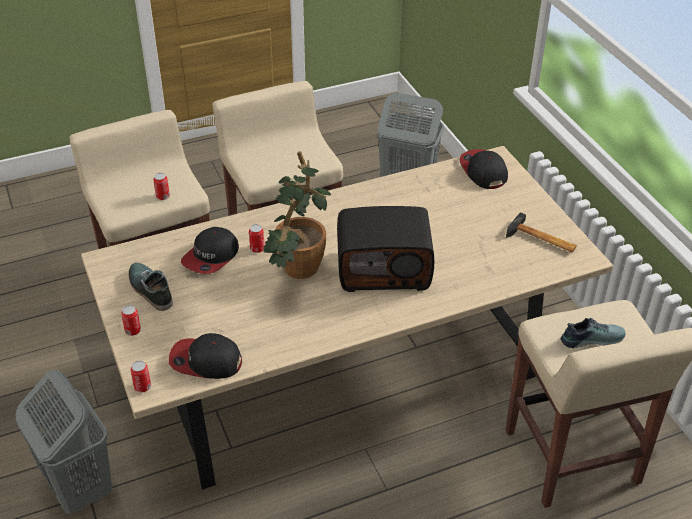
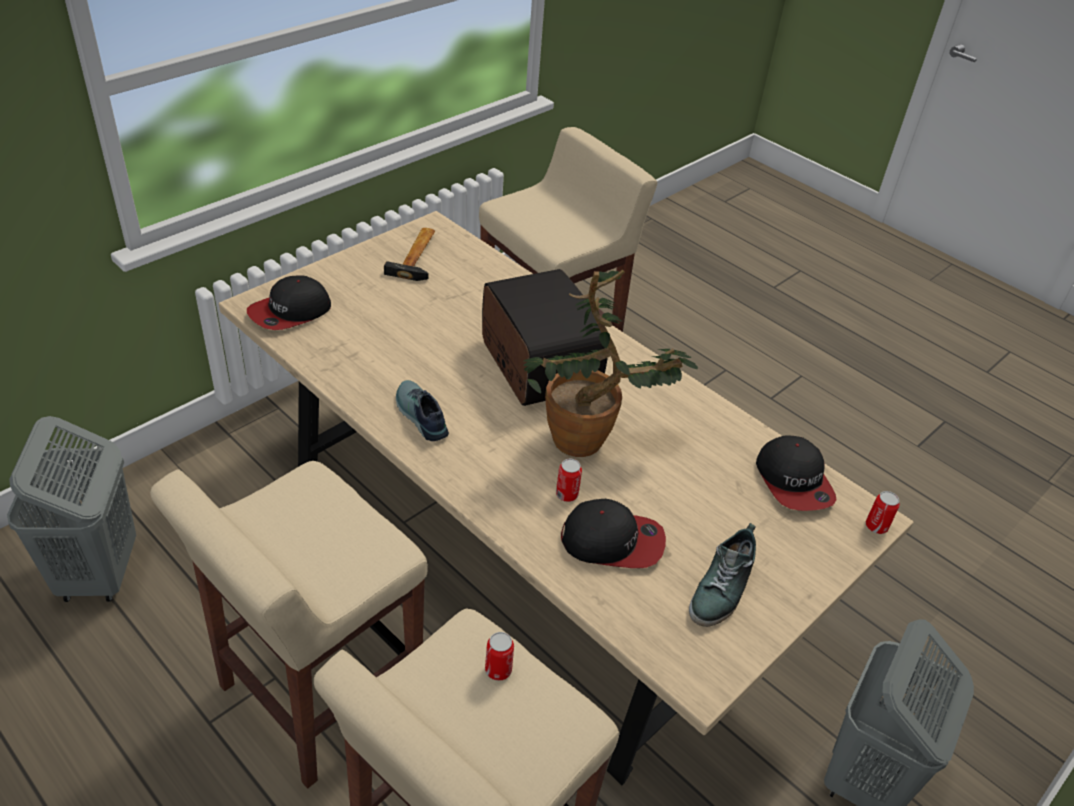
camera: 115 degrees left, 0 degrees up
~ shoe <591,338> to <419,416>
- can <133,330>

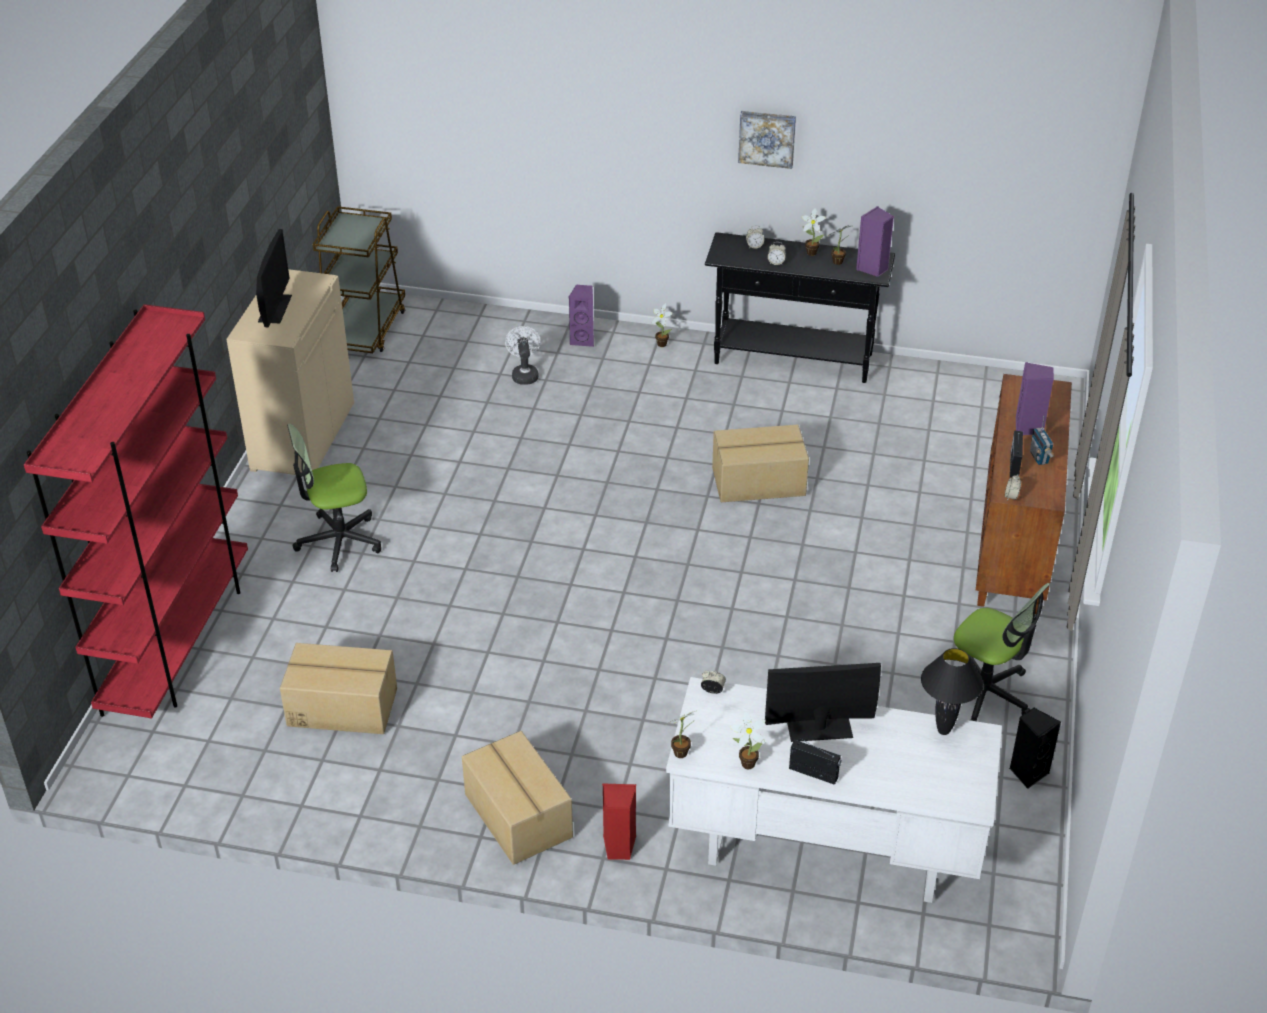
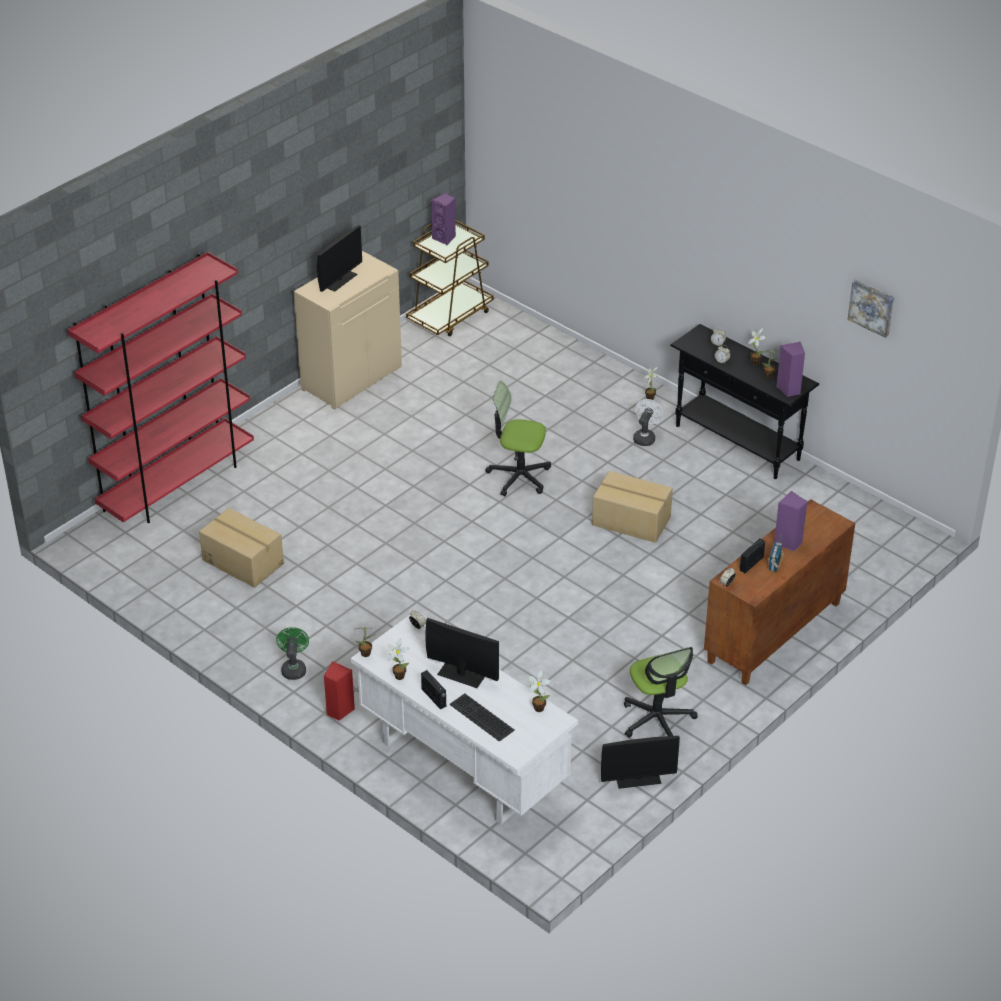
camera: 30 degrees right, 0 degrees up
~ cardboard box <517,816> to fan (green) <294,668>
~ speaker (purple) <583,340> to <445,238>
+ keyboard <480,717>
~ office chair <339,541> to <518,476>
~ table lamp (black) <944,730> to potted plant <538,707>
~ speaker (black) <1028,772> to monitor <638,778>
~ fan (white) <524,374> to <645,437>
~ picture <767,138> to <872,307>

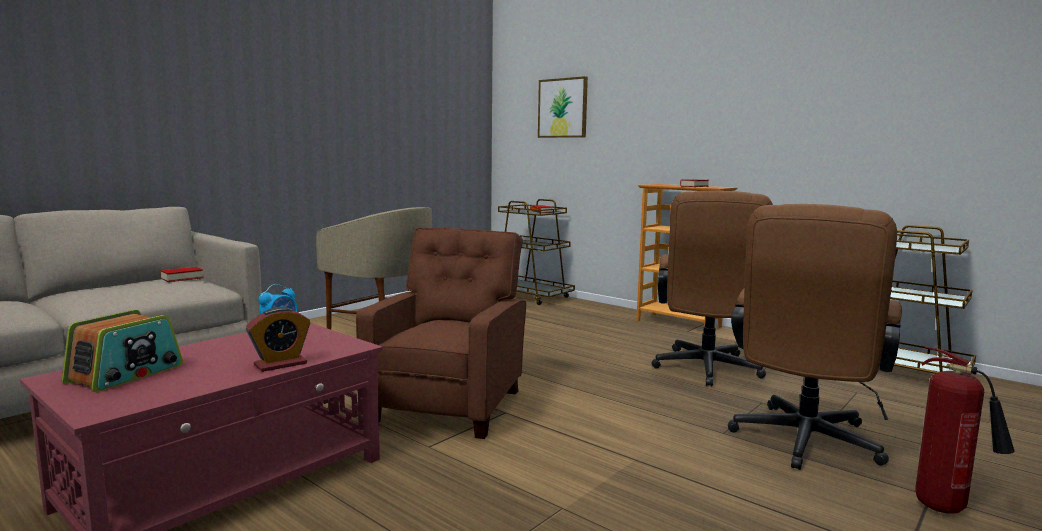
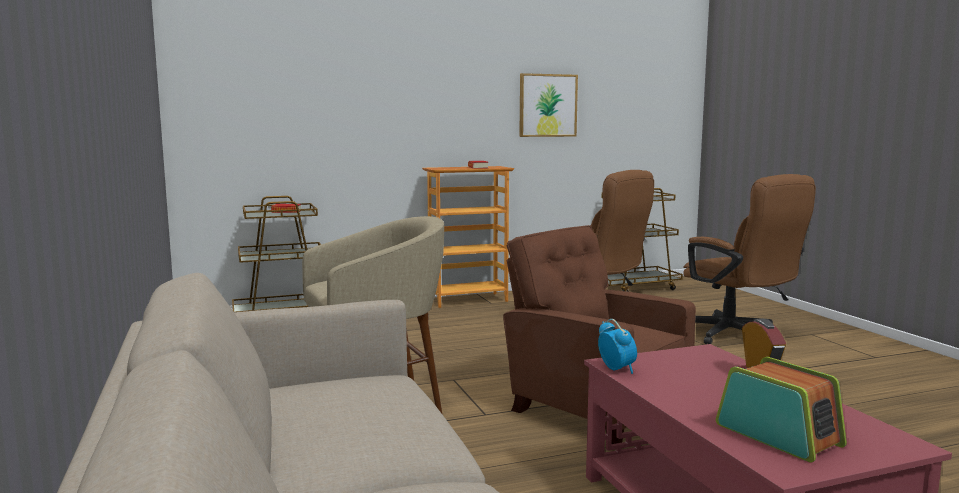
camera: 60 degrees left, 0 degrees up
~ picture <562,108> to <547,105>
- book <182,278>
- fire extinguisher <946,509>

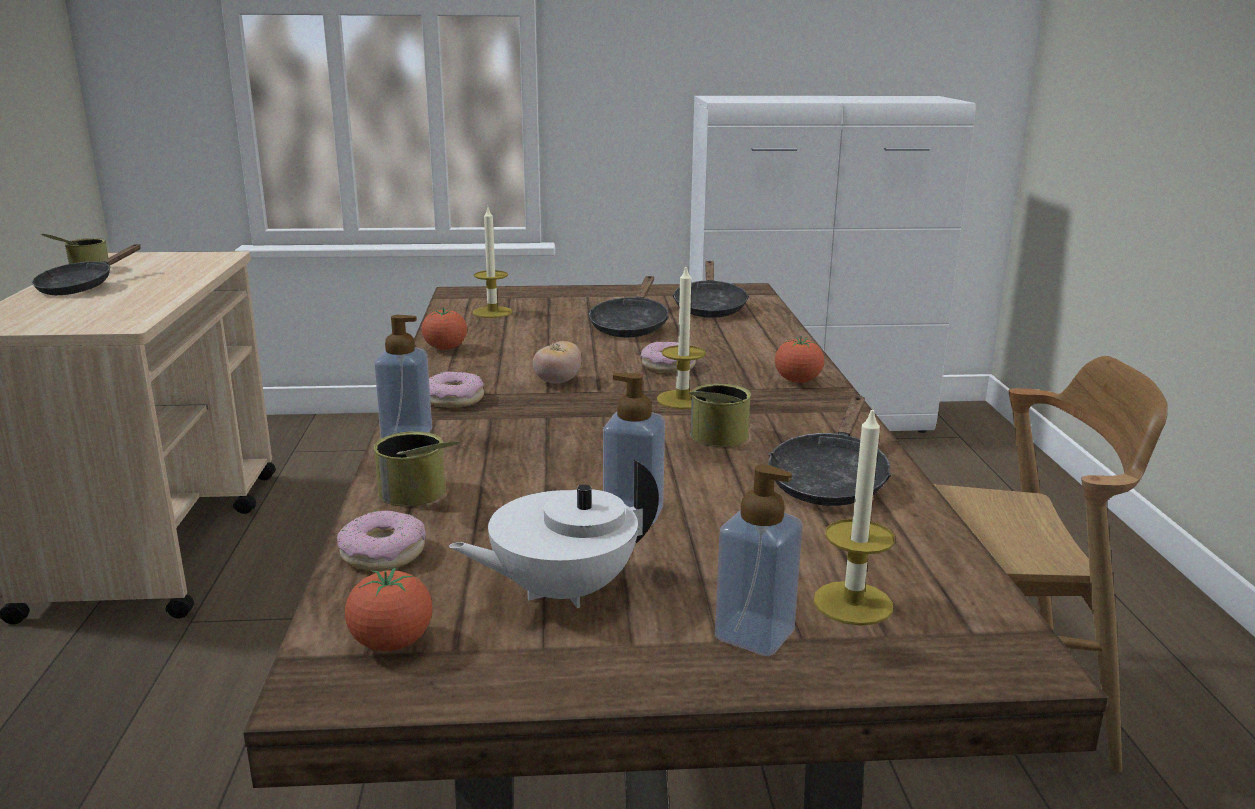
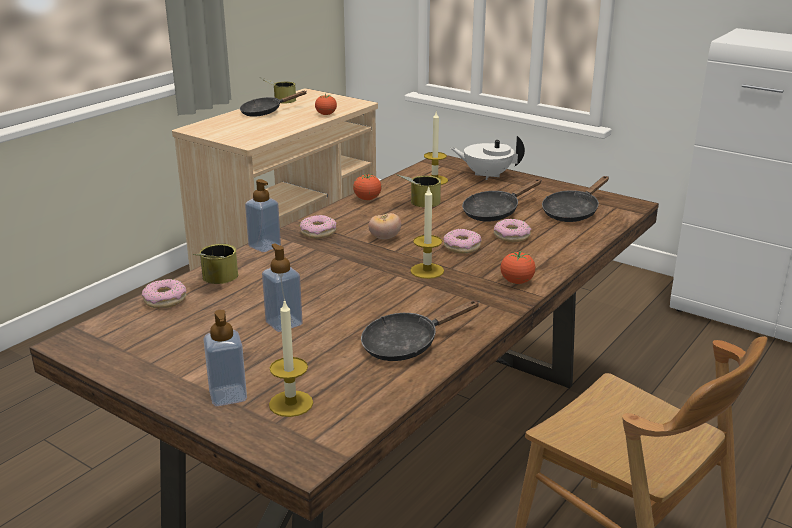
camera: 40 degrees right, 5 degrees up
~ tomato <392,643> to <326,114>
~ can <716,442> to <418,204>
~ teapot (white) <561,591> to <487,175>
+ donut <511,236>

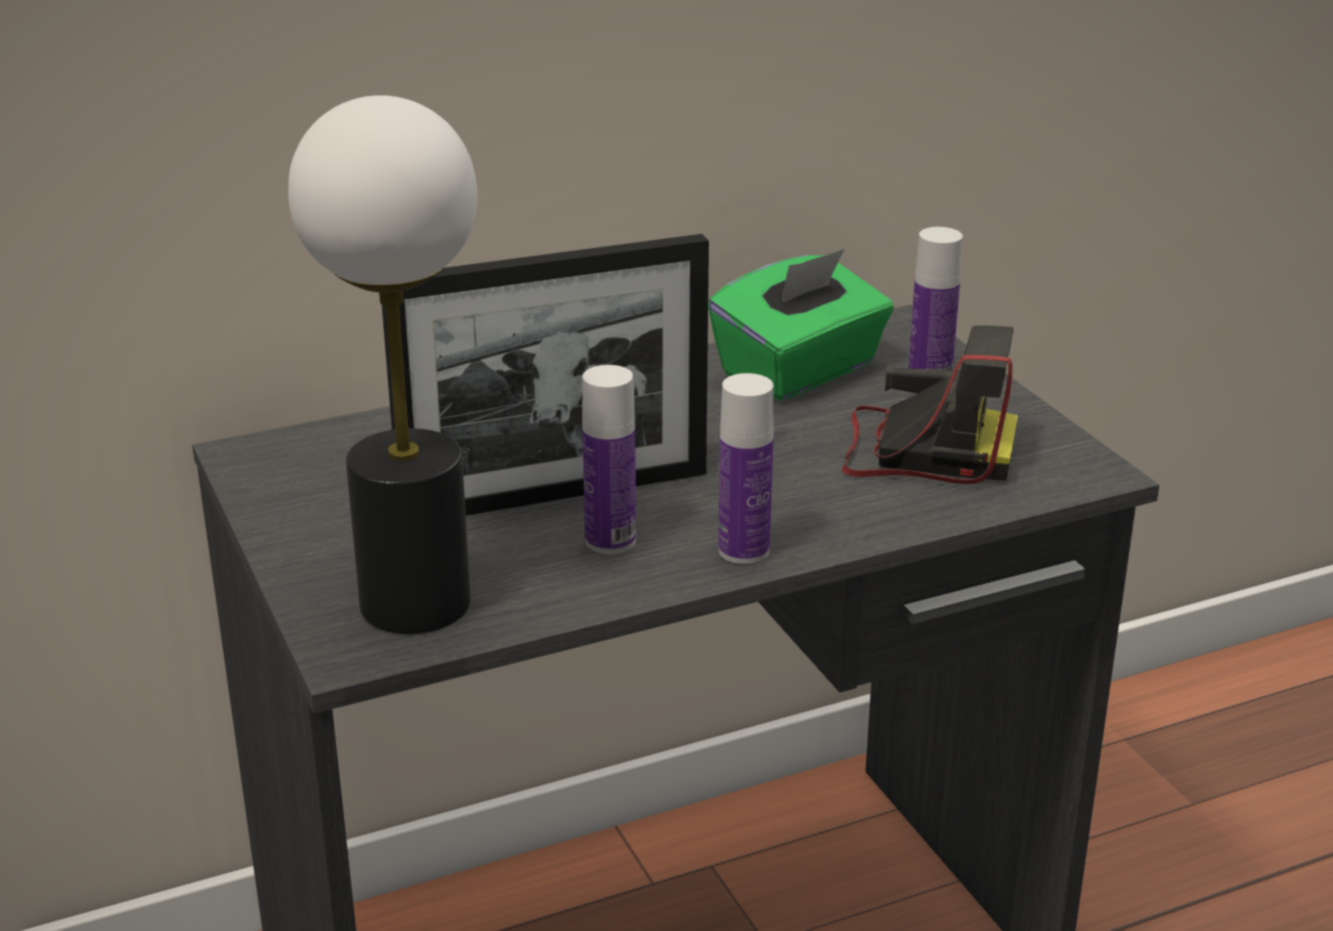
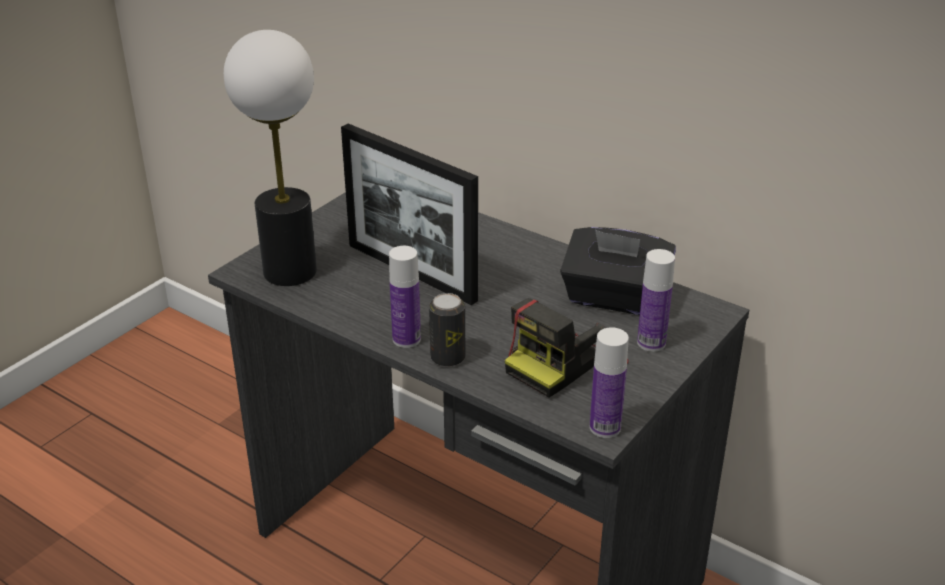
camera: 60 degrees right, 5 degrees up
+ can <448,358>
~ photo camera <922,451> = <564,363> 60 degrees clockwise
~ tissue box (green) <800,371> to tissue box (black) <614,298>
~ bottle <610,541> to <605,427>

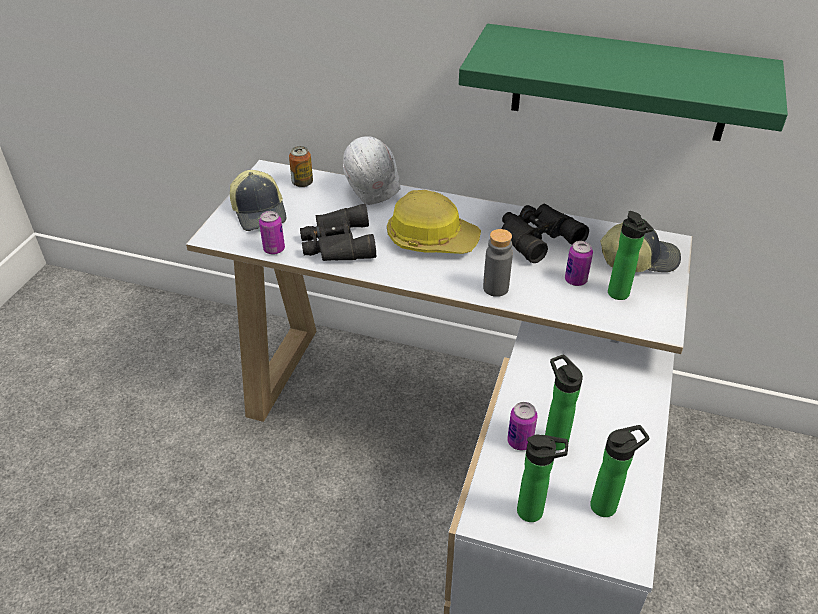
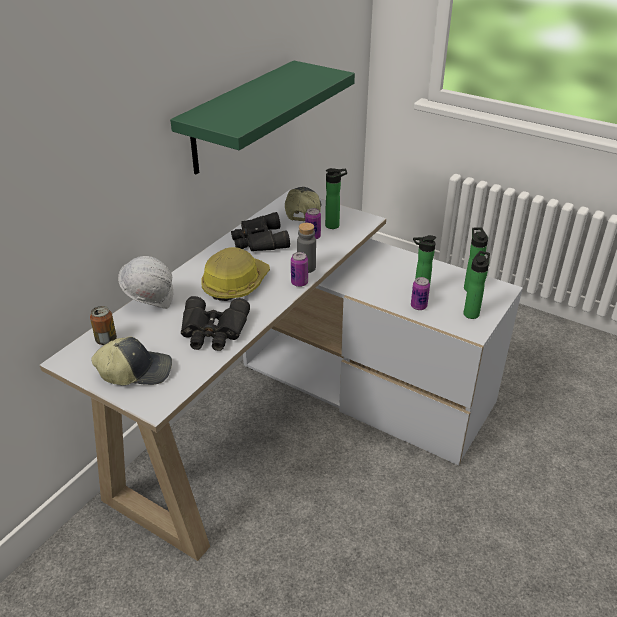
camera: 75 degrees left, 5 degrees down
~ can <274,249> to <299,283>

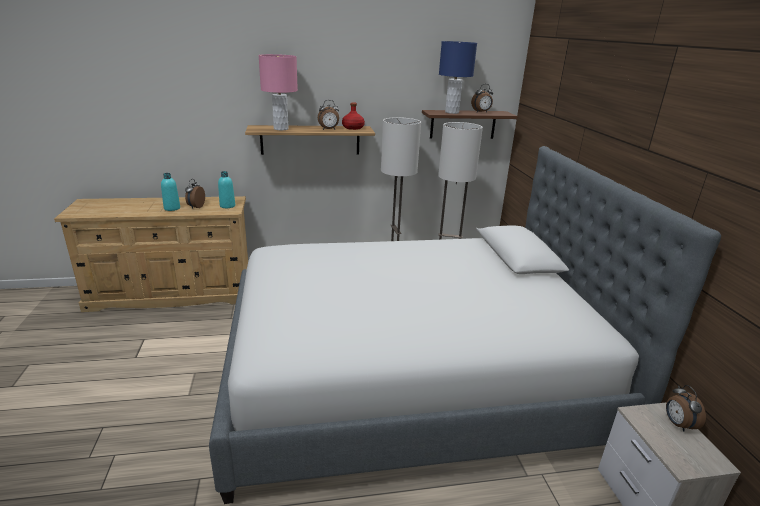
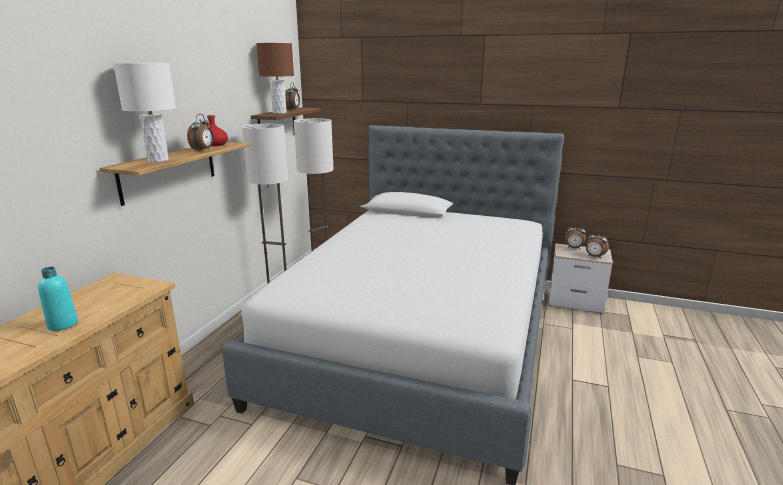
camera: 60 degrees left, 5 degrees down
~ table lamp (pink) <281,129> to table lamp (white) <158,160>
~ table lamp (blue) <451,112> to table lamp (brown) <279,113>
~ alarm clock <195,207> to <594,256>
- bottle (turquoise) <227,206>

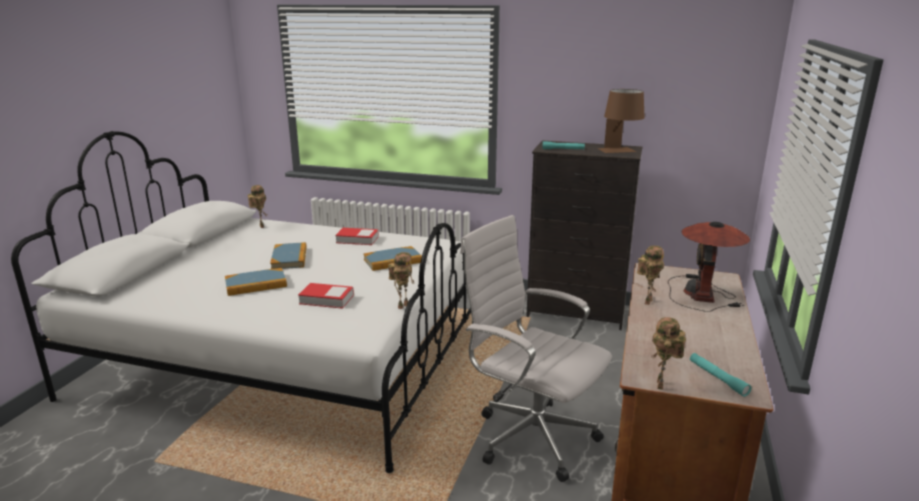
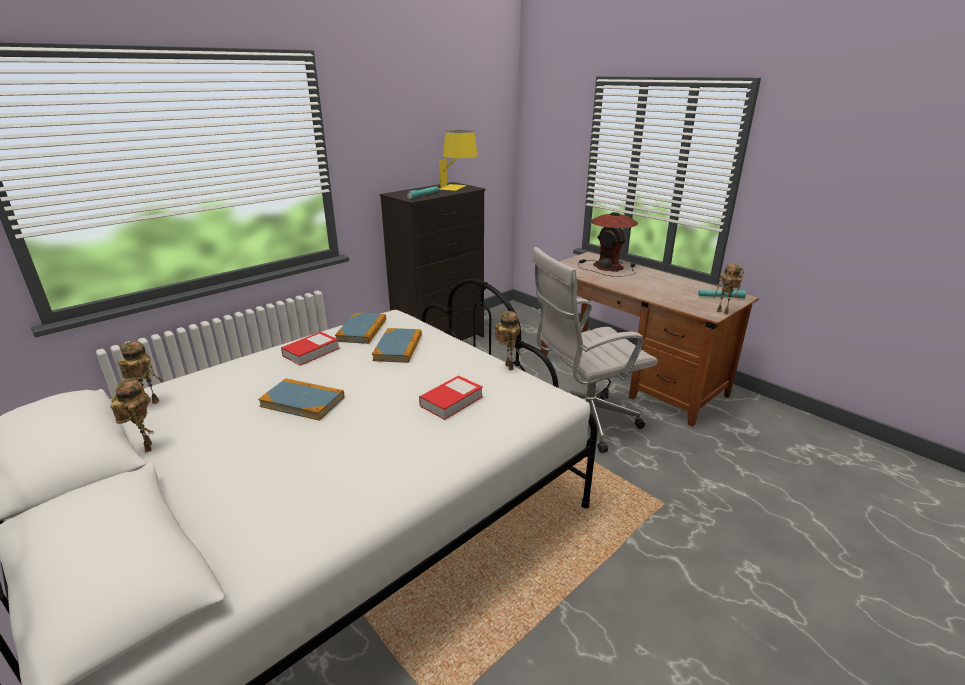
camera: 60 degrees left, 5 degrees up
~ toy robot <647,301> to <146,447>
~ book <256,284> to <362,330>
~ table lamp (brown) <620,151> to table lamp (yellow) <458,187>

